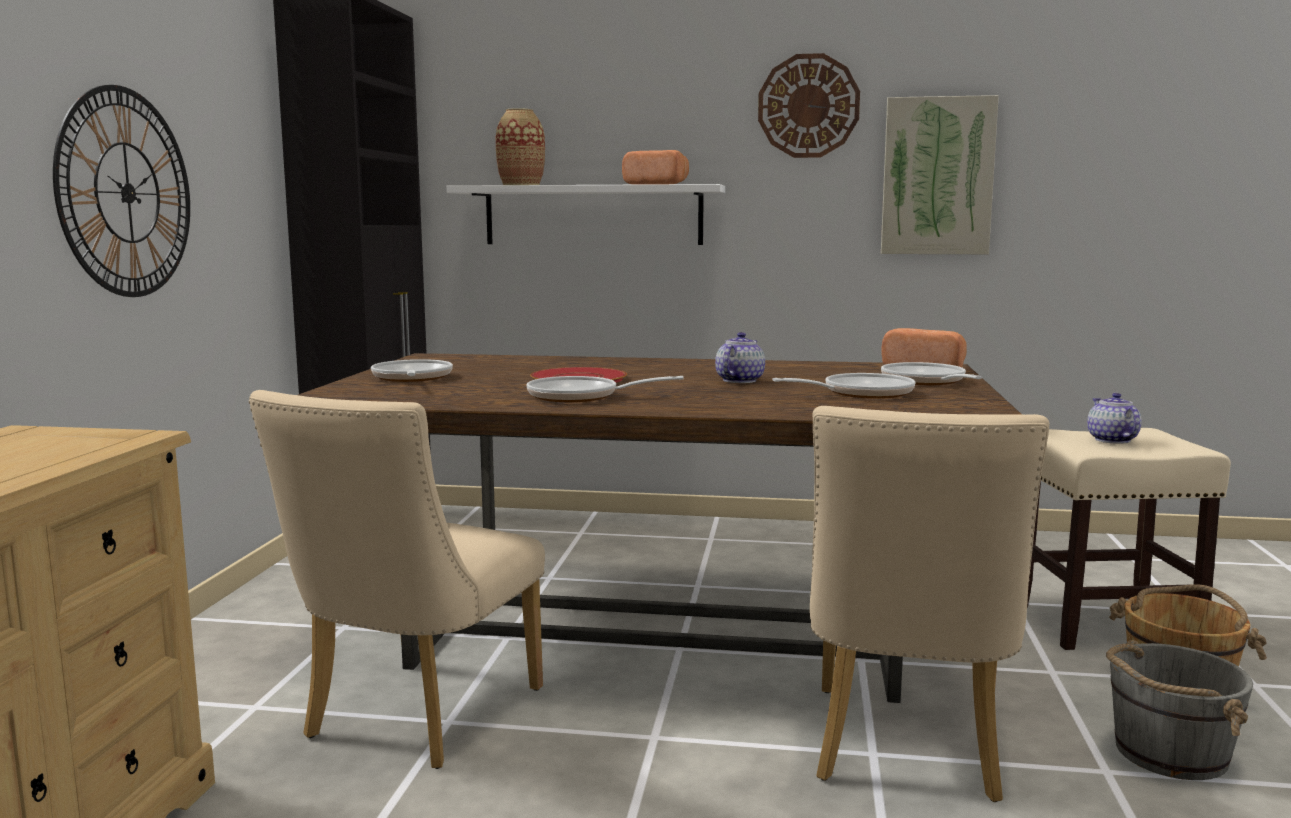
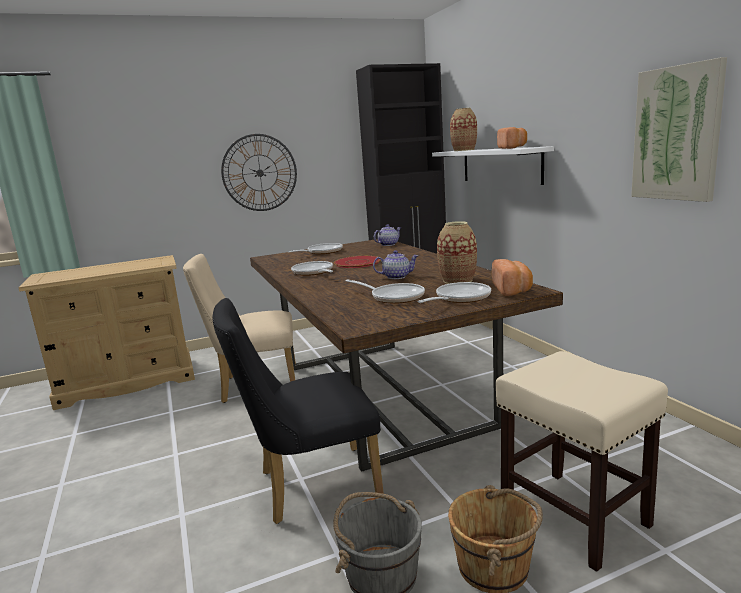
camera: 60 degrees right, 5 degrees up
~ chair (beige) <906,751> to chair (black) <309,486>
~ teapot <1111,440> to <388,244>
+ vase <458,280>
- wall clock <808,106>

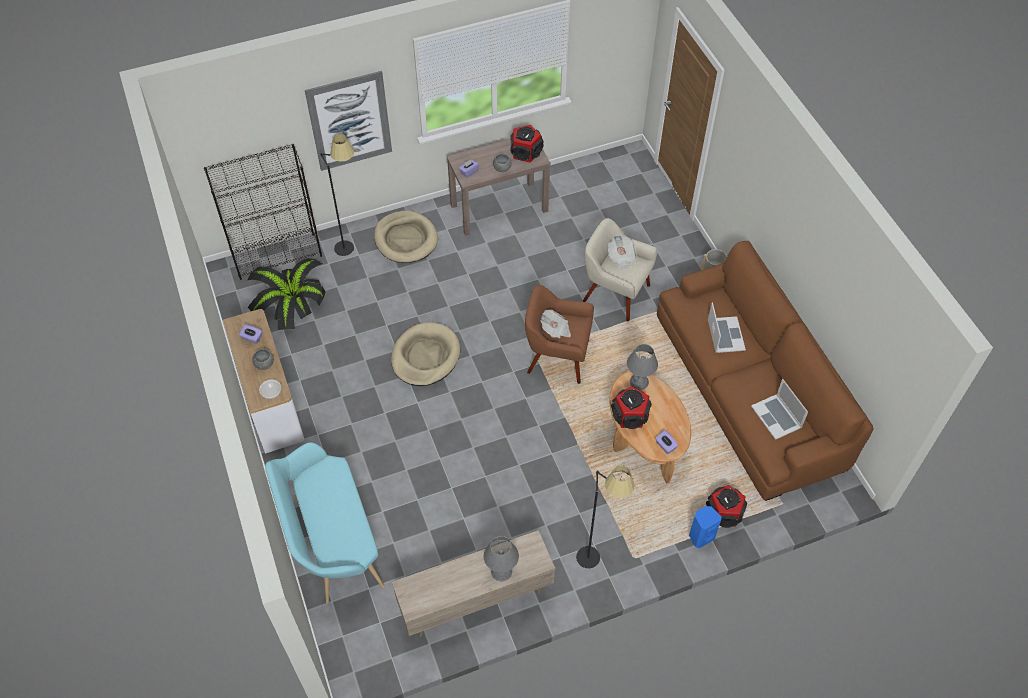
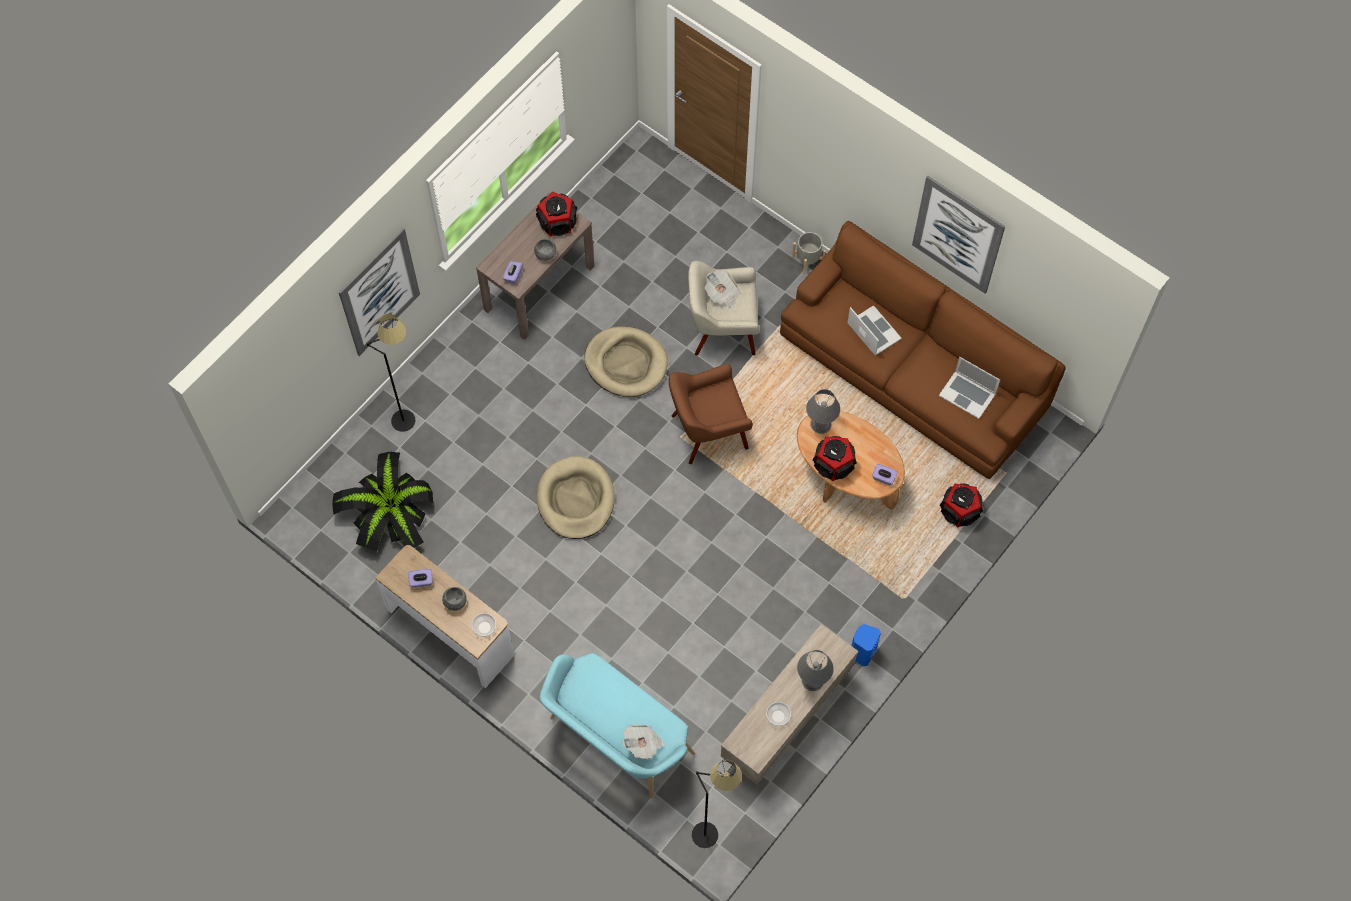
camera: 30 degrees left, 10 degrees up
~ dog bed (beige) <406,239> to <626,363>
~ newspaper <555,330> to <643,744>
~ floor lamp (black) <598,554> to <713,826>
+ bowl <778,716>
~ speaker (blue) <700,536> to <862,652>
+ picture <957,235>
- bookcase (black) <278,256>

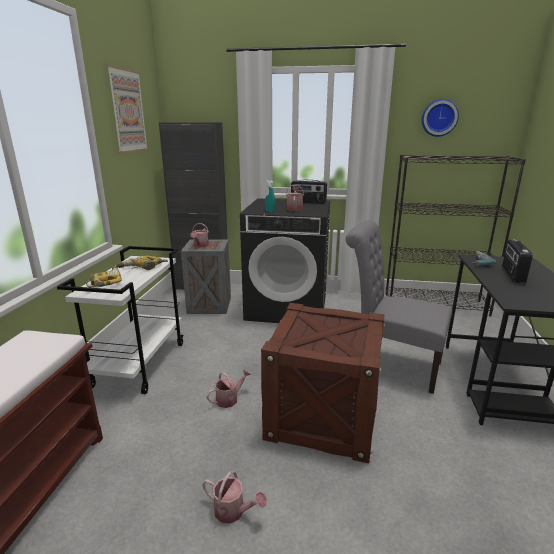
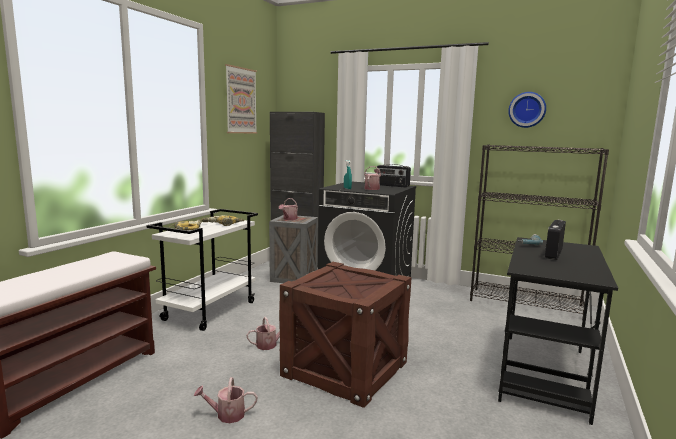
camera: 15 degrees right, 10 degrees down
~ watering can <233,511> = <226,415> 135 degrees clockwise
- chair (grey) <390,365>

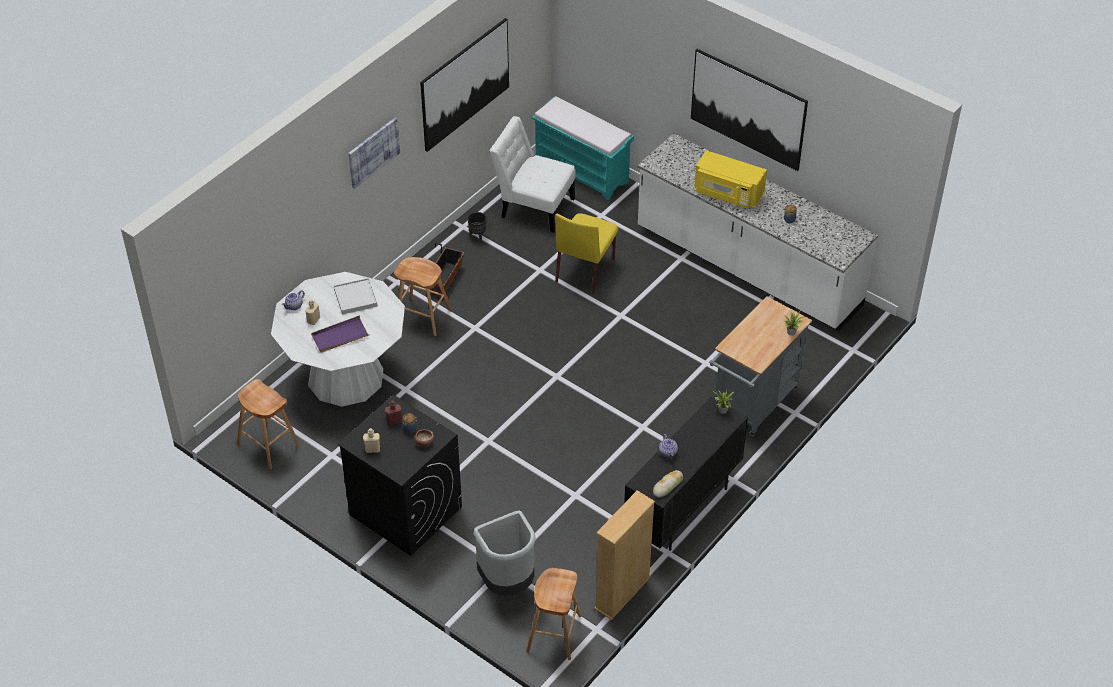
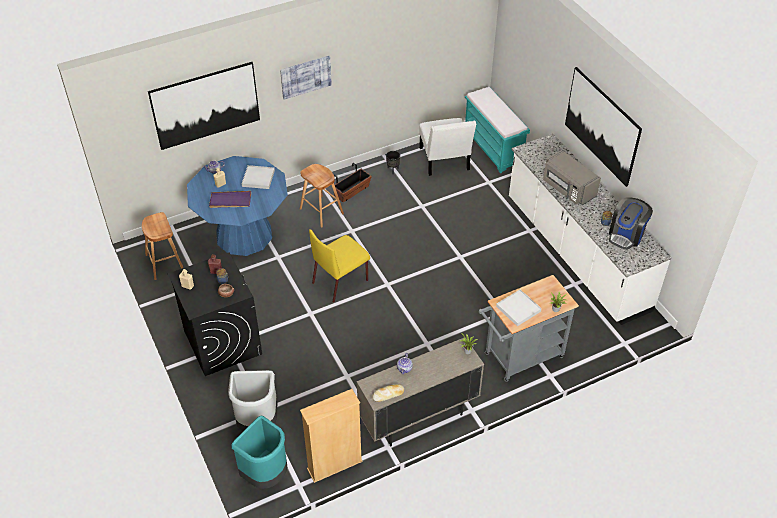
camera: 25 degrees right, 0 degrees up
~ picture <465,84> to <206,105>
~ dining table (white) <345,377> to dining table (blue) <244,235>
~ stool (brown) <554,634> to trash can (turquoise) <266,476>
~ chair (yellow) <585,269> to <341,281>
~ cabinet (black) <682,510> to cabinet (beige) <418,418>
~ chair (white) <534,206> = <444,161> 150 degrees counterclockwise
+ tray (white) <518,309>
~ microwave (yellow) <728,193> to microwave (grey) <568,189>
+ coffee machine <626,235>

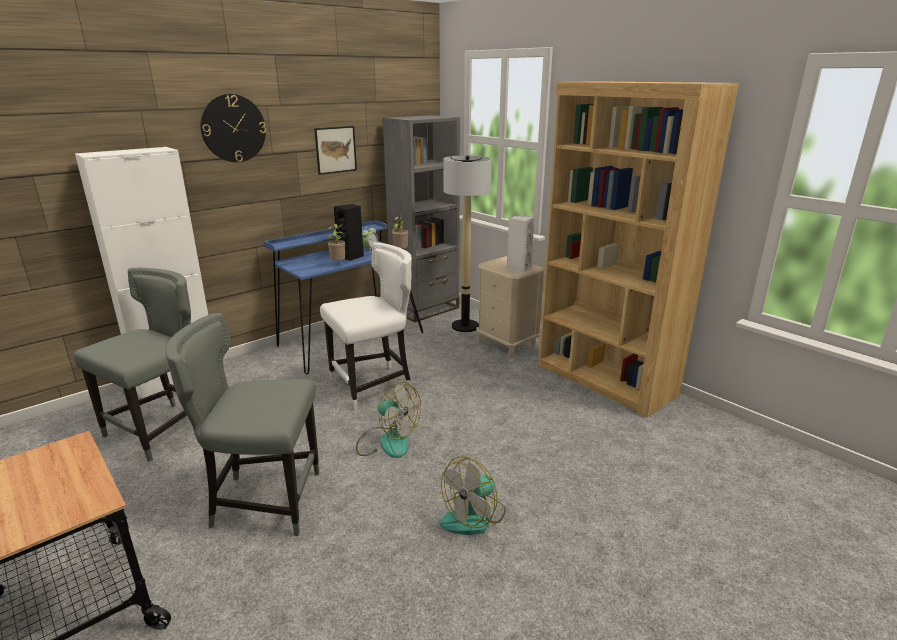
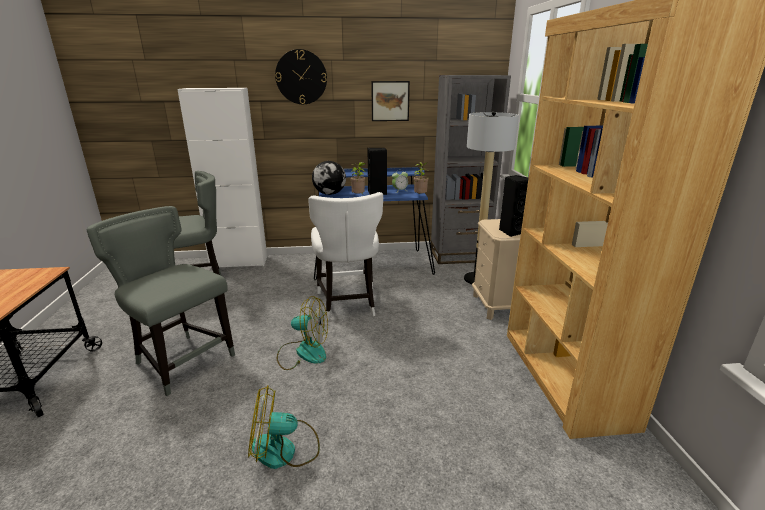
camera: 35 degrees right, 0 degrees up
~ fan <387,441> = <303,352> 60 degrees counterclockwise
~ chair (white) <373,385> = <347,304> 75 degrees clockwise
+ globe <330,194>
~ speaker (white) <518,268> to speaker (black) <512,231>

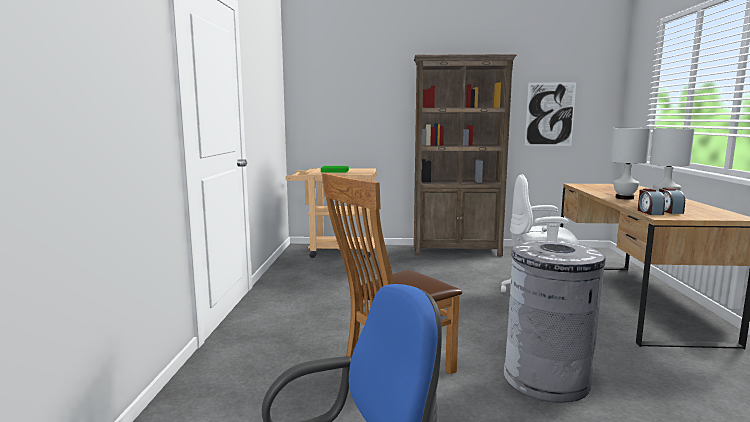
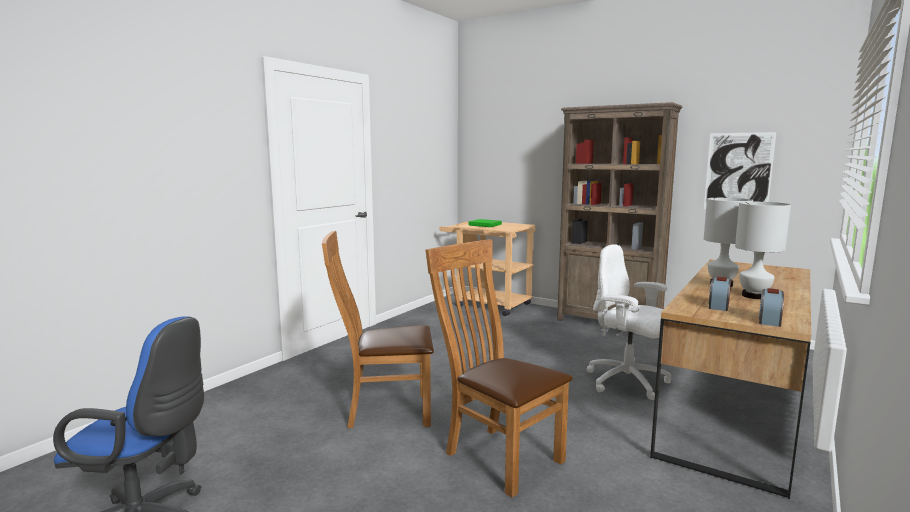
camera: 30 degrees right, 0 degrees up
~ trash can (grey) <546,379> to chair (brown) <497,455>
~ alarm clock <649,212> to <769,320>

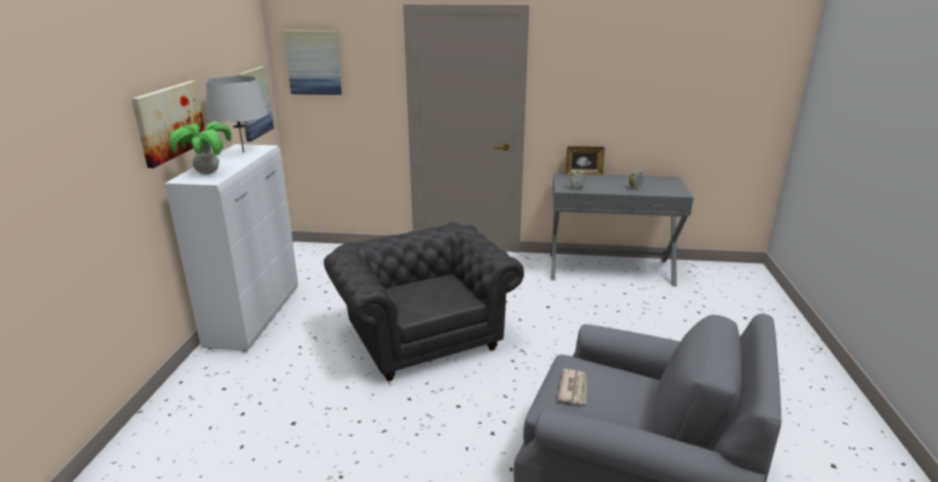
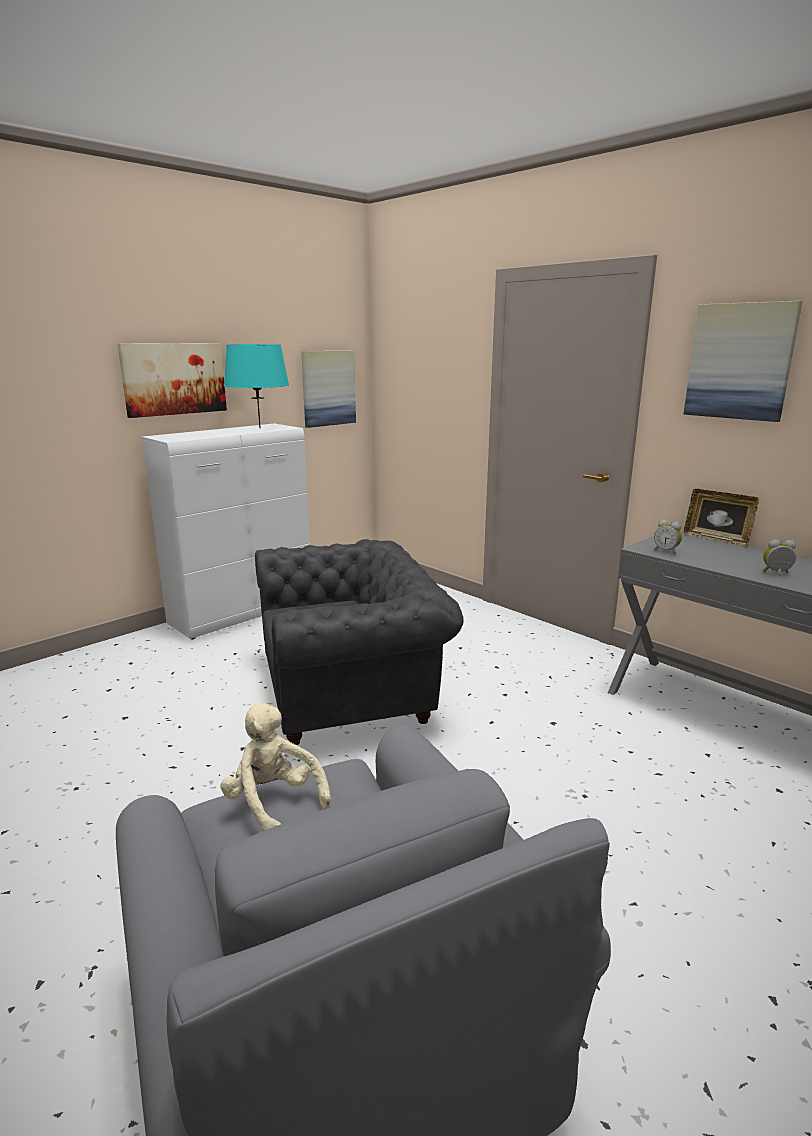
camera: 40 degrees right, 5 degrees down
~ newspaper <573,388> to plush toy (beige) <274,803>
~ table lamp (grey) <243,152> to table lamp (turquoise) <259,428>
~ armchair (grey) <423,336> = <352,692> 60 degrees clockwise
~ picture <313,62> to <740,361>
- potted plant <208,173>

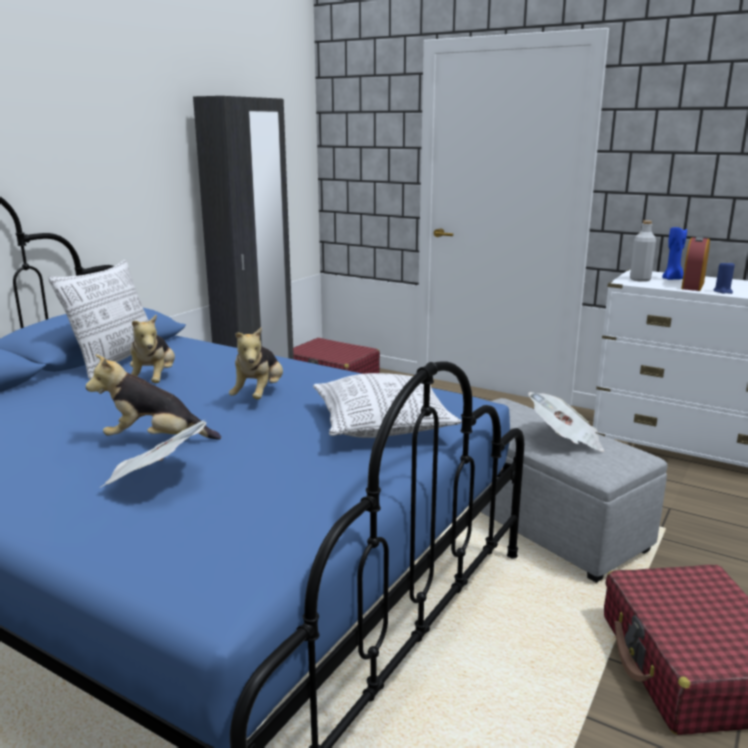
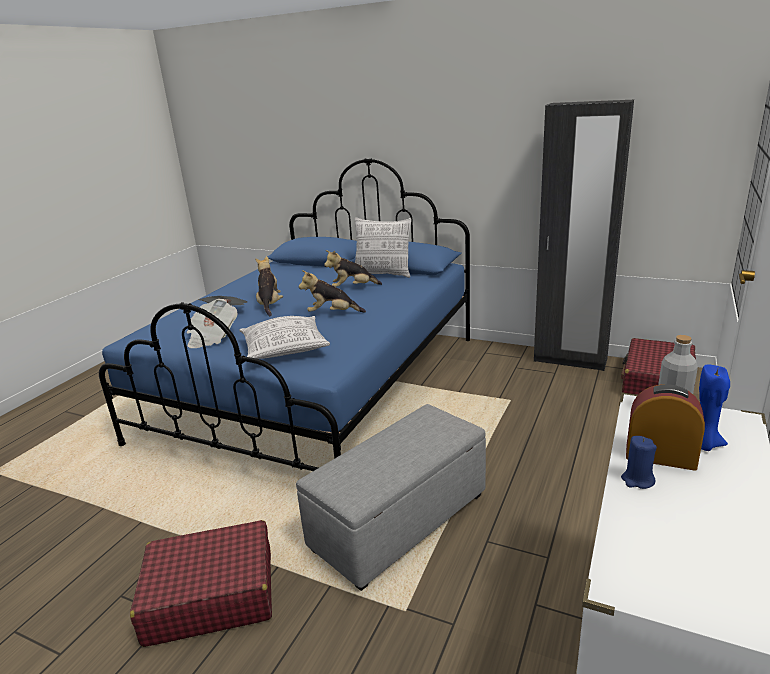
camera: 85 degrees right, 5 degrees up
~ newspaper <565,440> to <212,337>

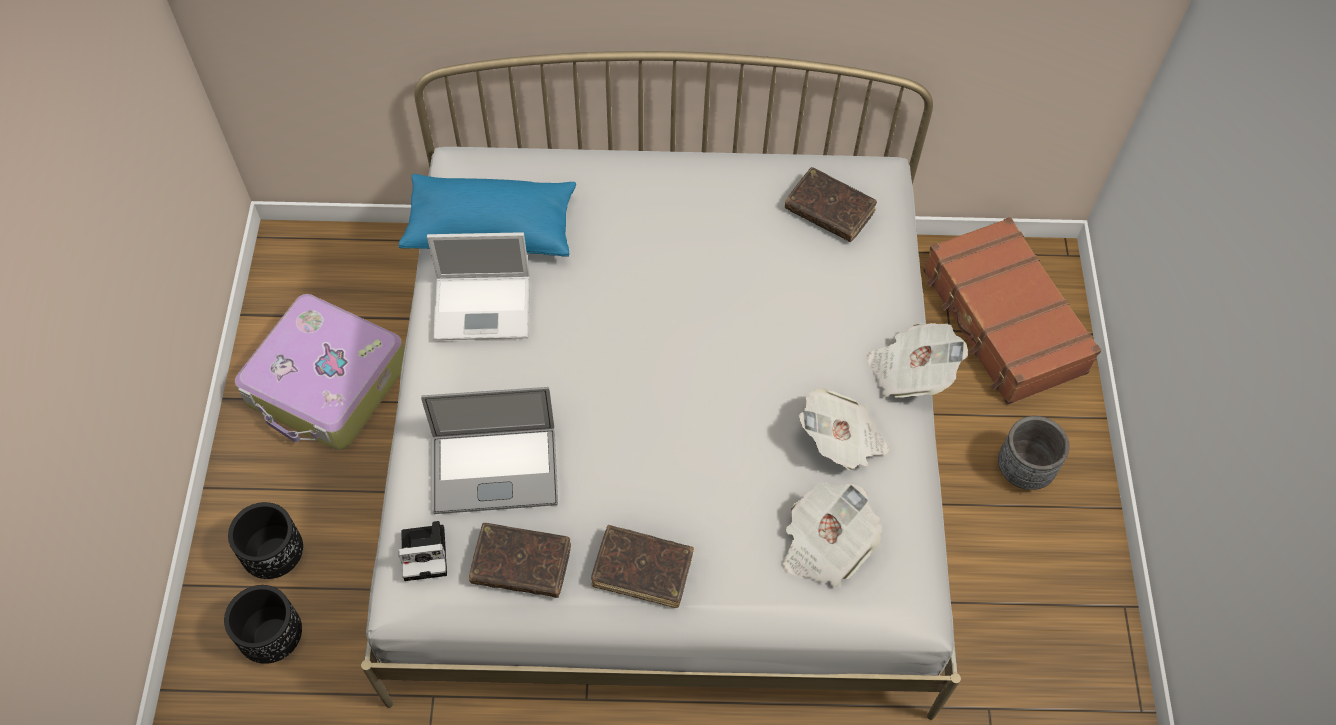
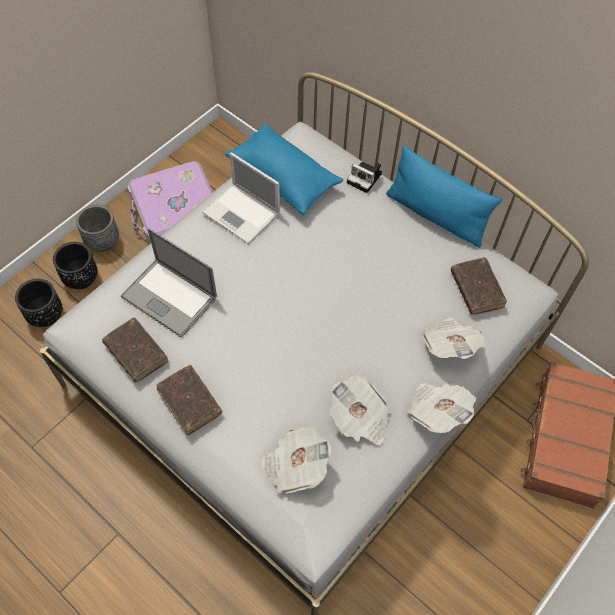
camera: 40 degrees right, 0 degrees up
~ planter (grey) <1023,470> to <102,241>
~ photo camera <427,552> to <365,178>
+ pillow (blue) <436,215>
+ newspaper <450,345>

